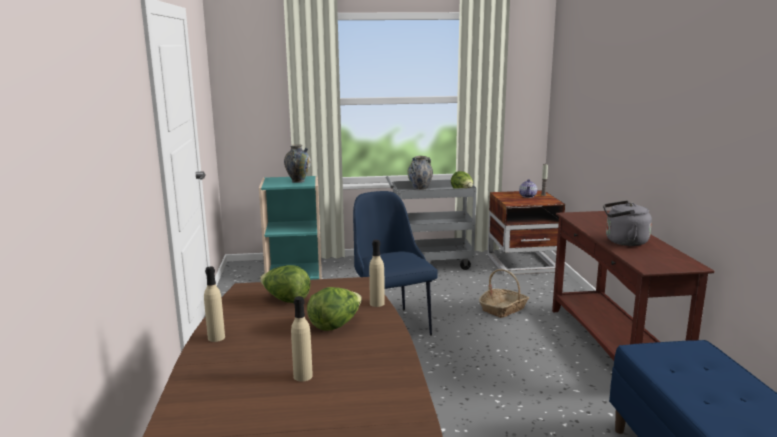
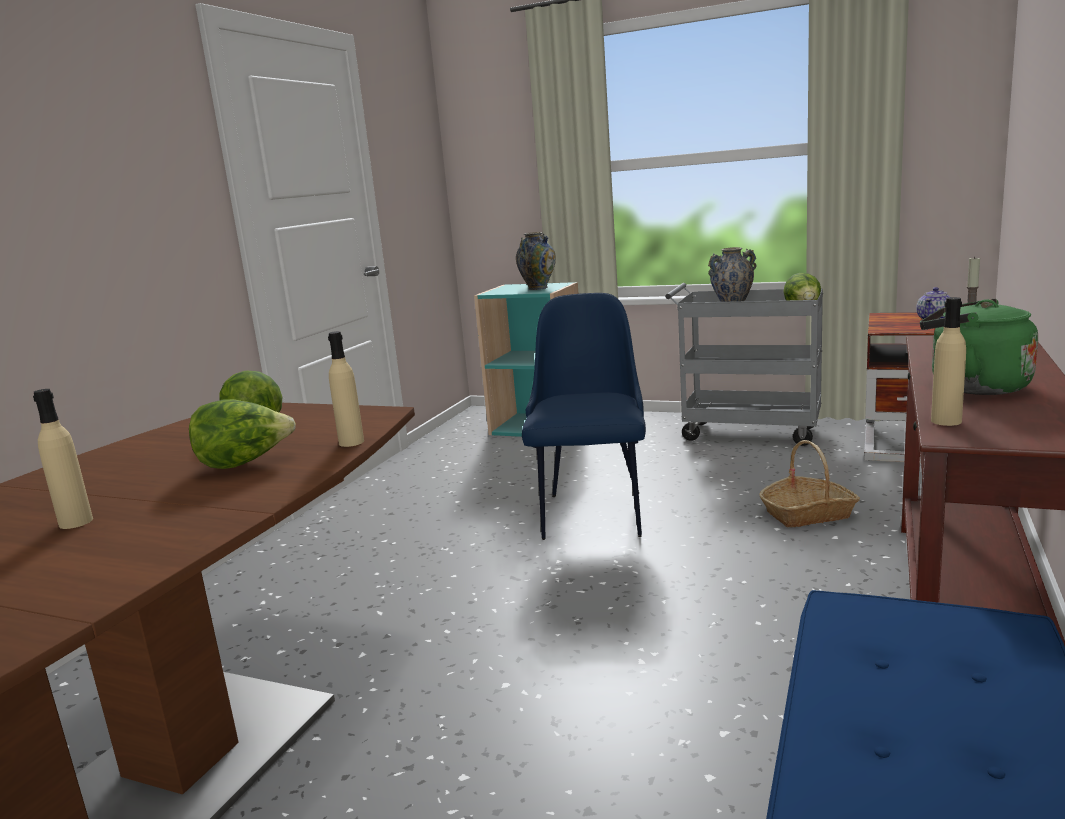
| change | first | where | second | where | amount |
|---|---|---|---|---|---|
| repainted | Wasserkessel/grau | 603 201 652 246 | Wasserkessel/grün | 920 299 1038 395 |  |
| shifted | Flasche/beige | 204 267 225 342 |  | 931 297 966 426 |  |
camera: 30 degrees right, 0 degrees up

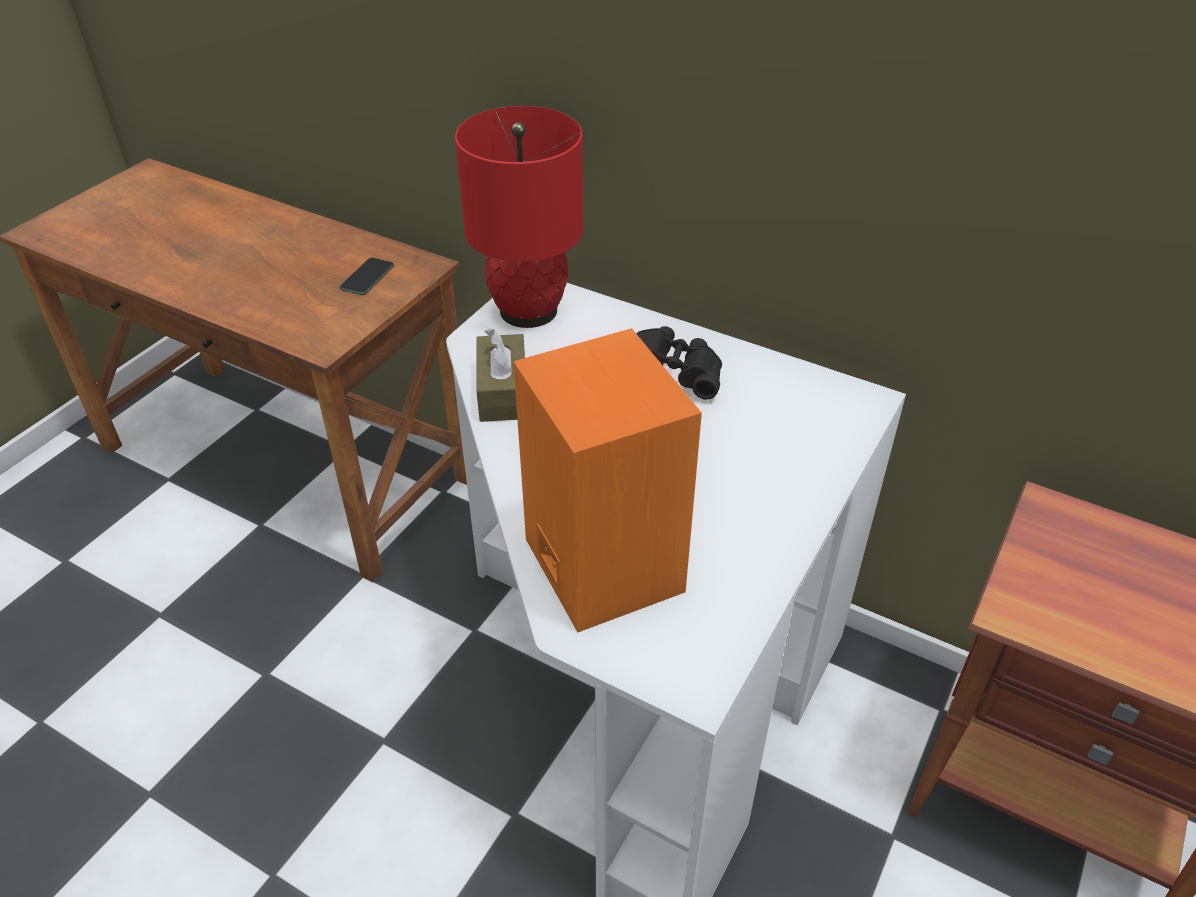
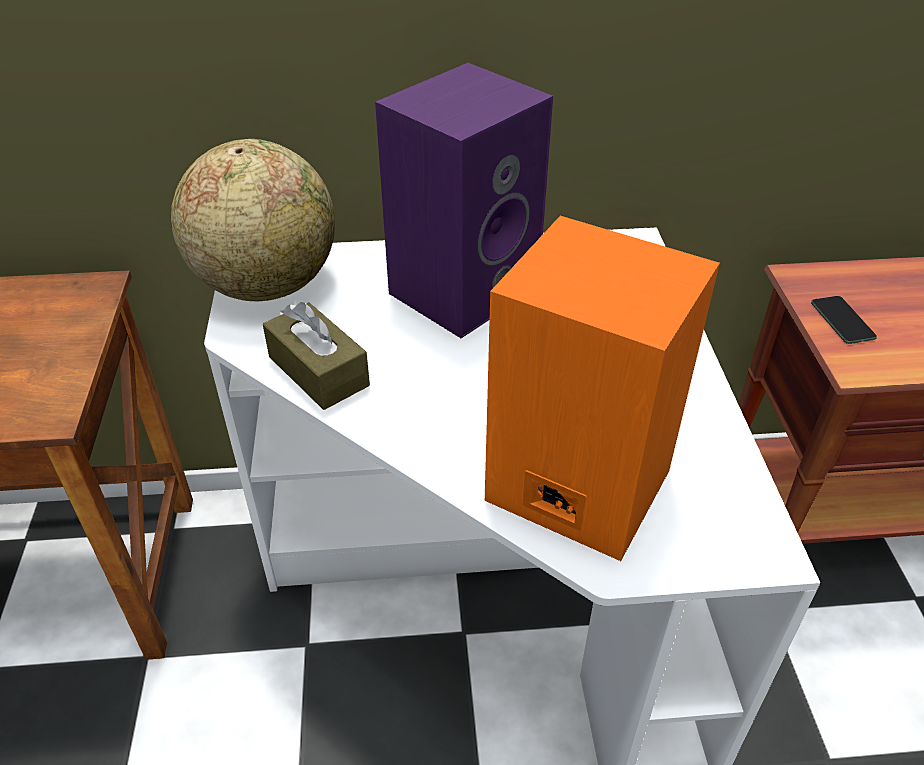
| change | first | where | second | where | amount |
|---|---|---|---|---|---|
| swapped | Tischlampe/rot | 455 106 584 328 | Globus | 171 139 335 301 |  |
| swapped | Fernglas/schwarz | 636 326 722 399 | Lautsprecher/lila | 375 63 553 338 |  |
| shifted | Handy | 339 258 394 295 |  | 811 296 877 344 |  |
camera: 35 degrees left, 0 degrees up

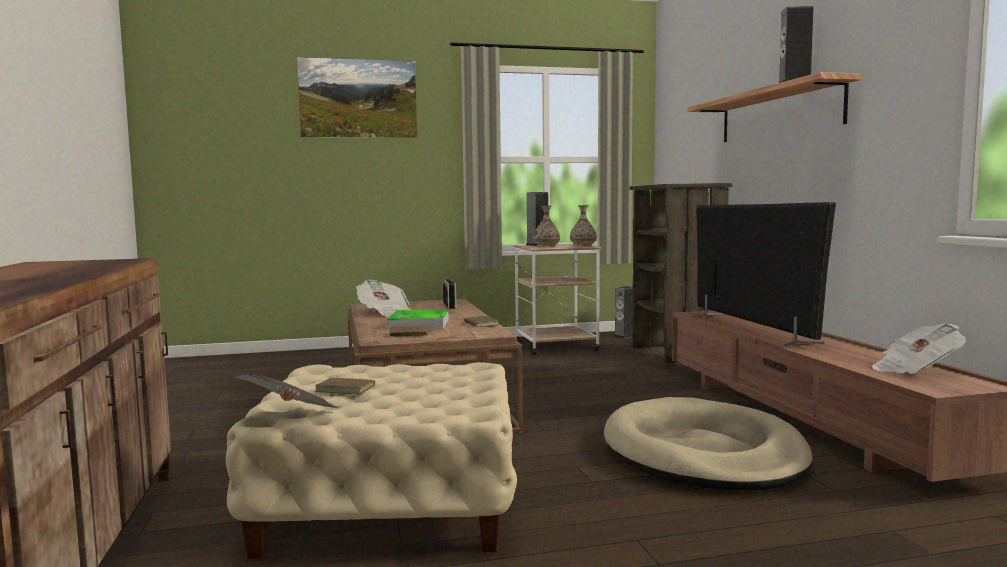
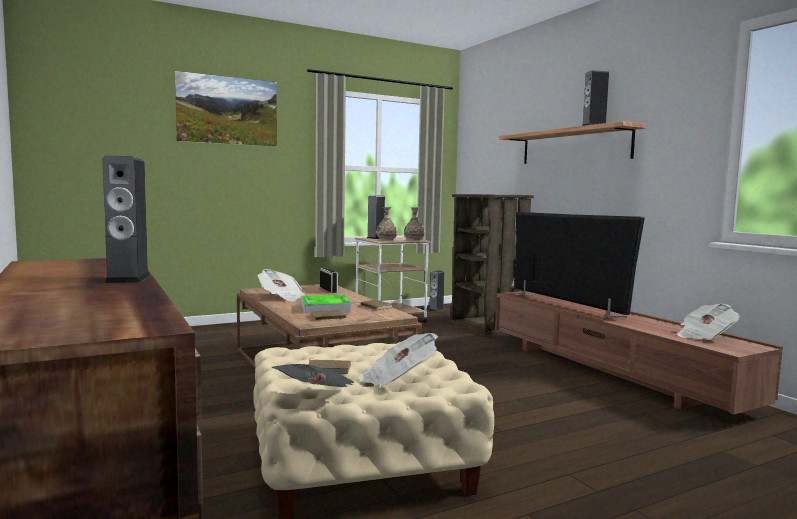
| change | first | where | second | where | amount |
|---|---|---|---|---|---|
| new |  |  | Lautsprecher | 103 155 151 283 |  |
| new |  |  | Zeitung | 359 333 438 386 |  |
| gone | Hundebett/beige | 604 397 813 491 |  |  |  |
camera: 15 degrees left, 0 degrees up

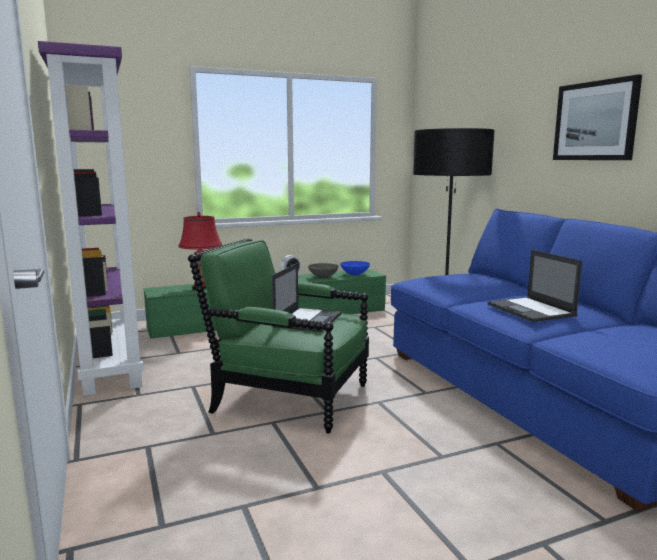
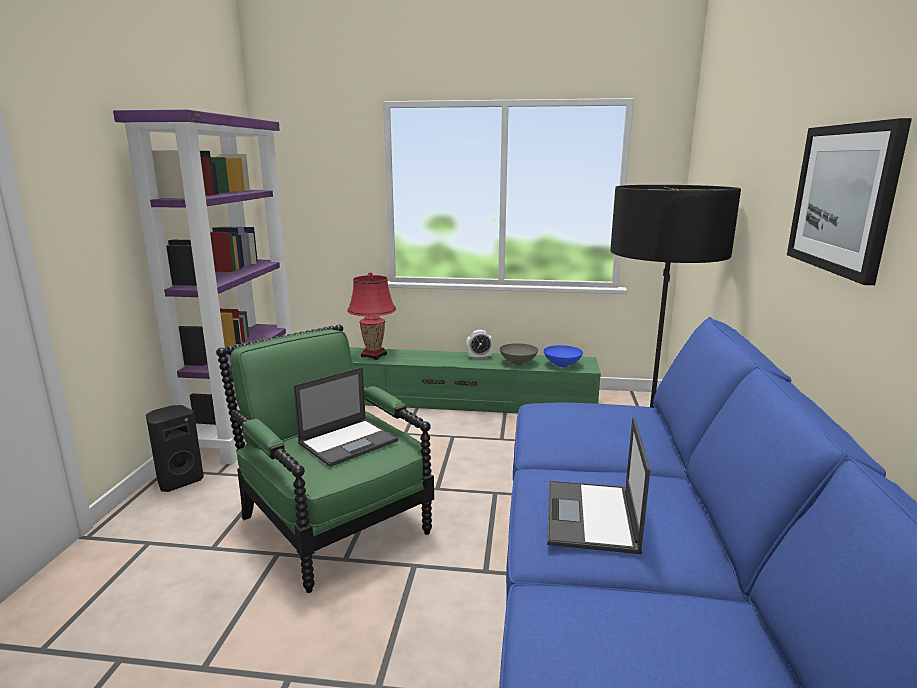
| change | first | where | second | where | amount |
|---|---|---|---|---|---|
| new |  |  | Lautsprecher/schwarz | 146 405 204 492 |  |
camera: 30 degrees right, 5 degrees up

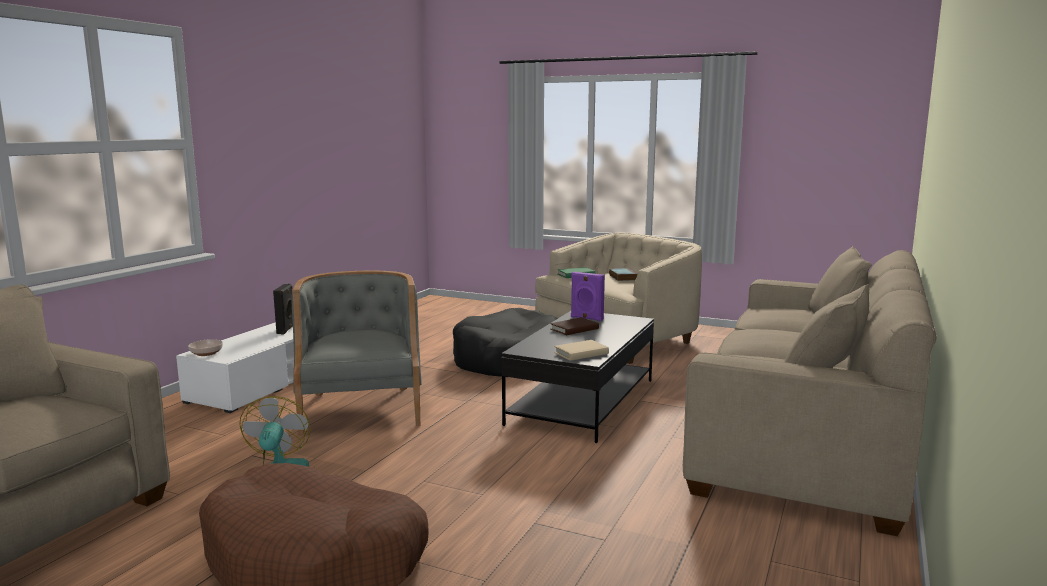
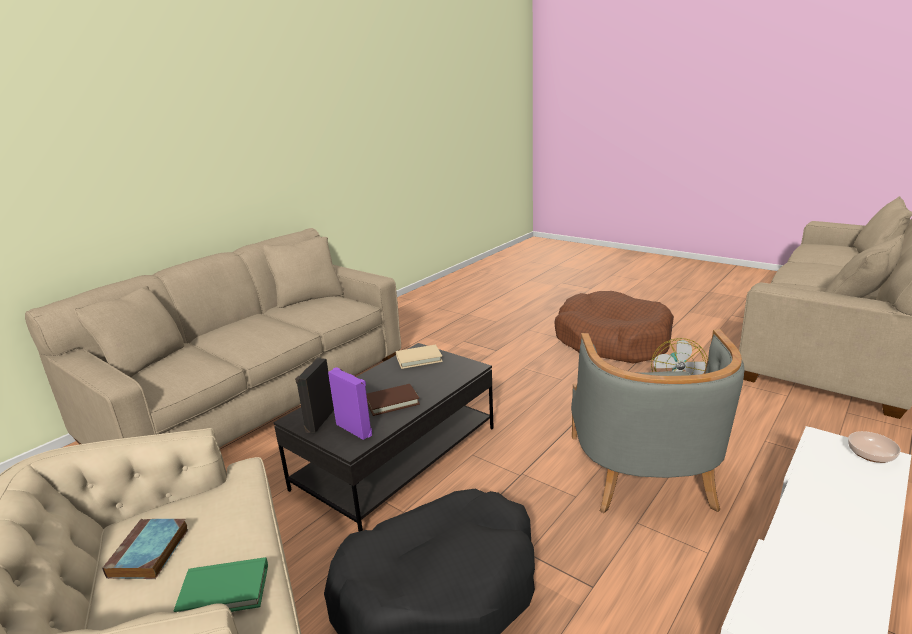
| change | first | where | second | where | amount |
|---|---|---|---|---|---|
| shifted | Lautsprecher/schwarz | 273 284 293 334 |  | 295 357 334 433 |  |
camera: 165 degrees left, 10 degrees up

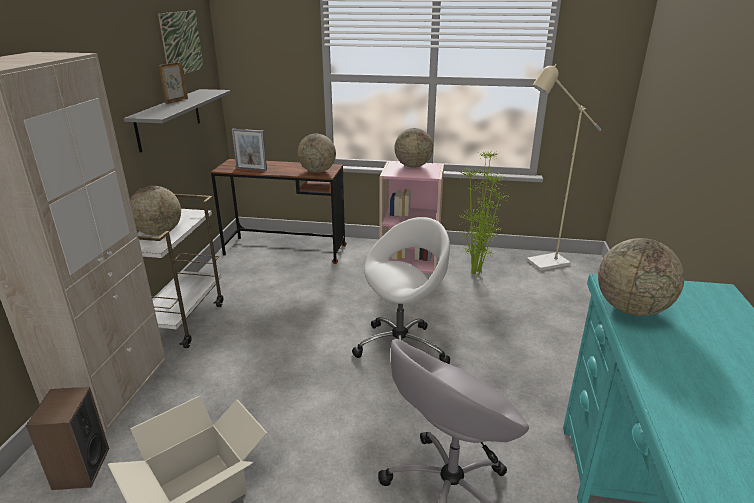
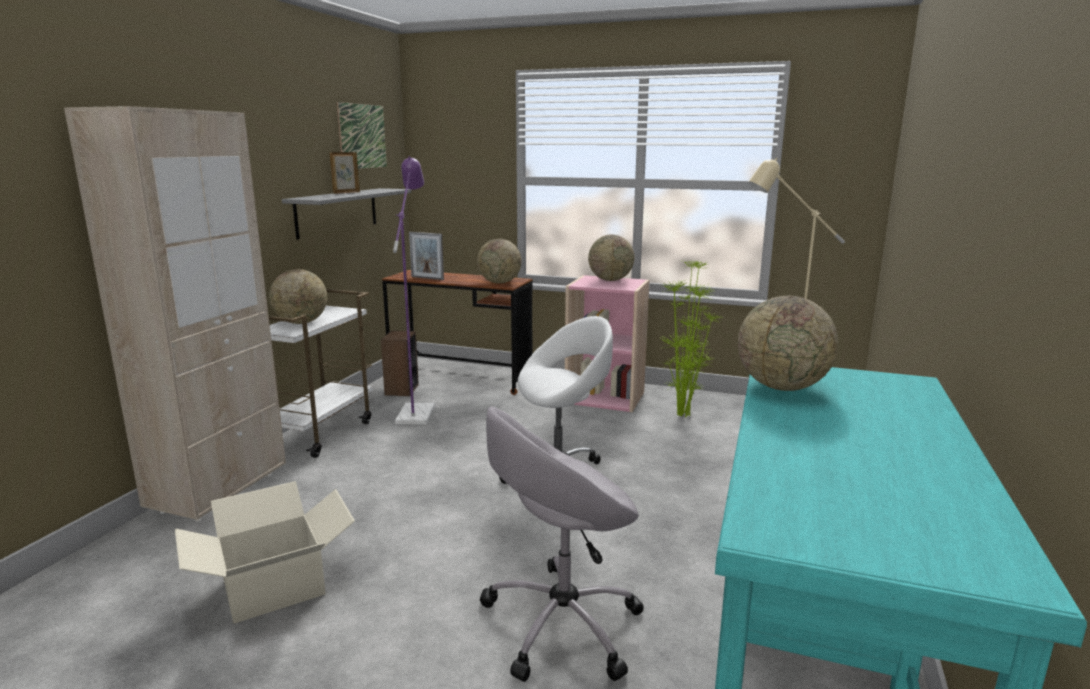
| change | first | where | second | where | amount |
|---|---|---|---|---|---|
| shifted | Lautsprecher | 26 387 109 490 |  | 381 331 419 396 |  |
| new |  |  | Stehlampe/lila | 393 156 435 424 |  |
camera: 10 degrees right, 10 degrees down

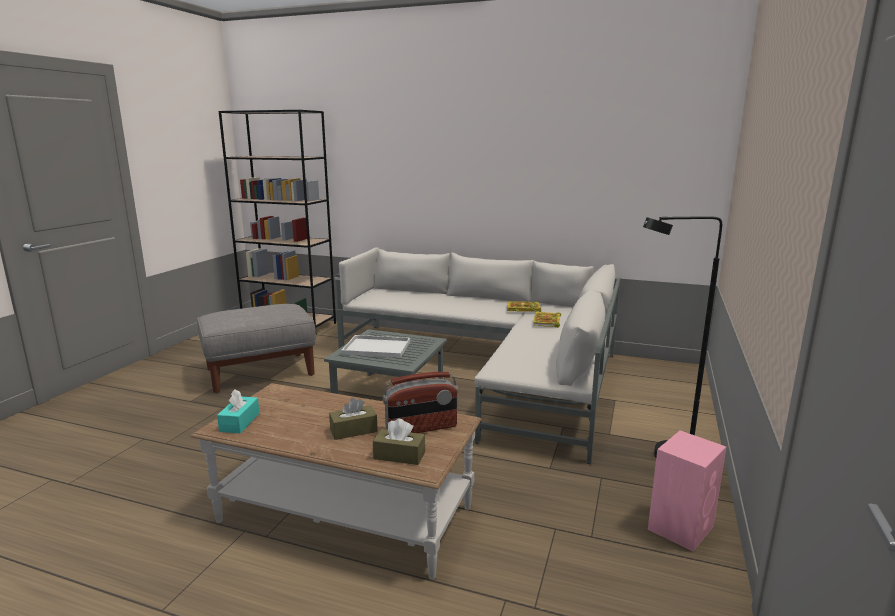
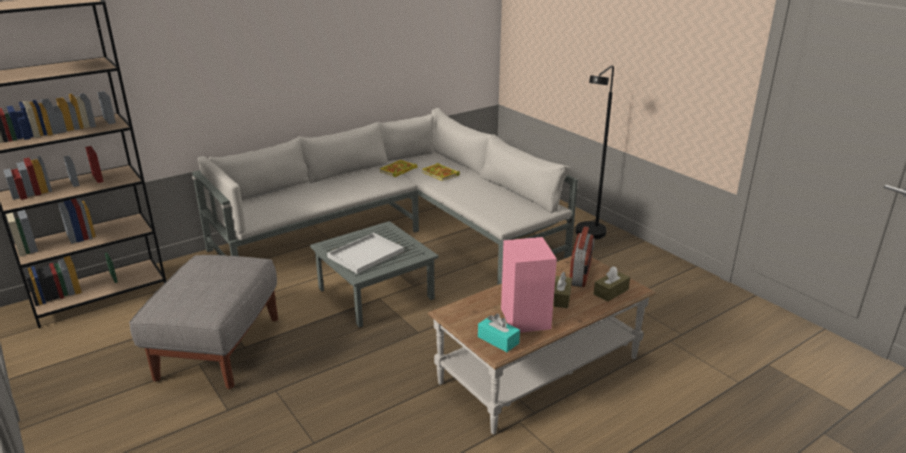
| change | first | where | second | where | amount |
|---|---|---|---|---|---|
| shifted | Lautsprecher/rosa | 648 430 726 551 |  | 501 237 557 333 |  |
camera: 55 degrees left, 10 degrees up

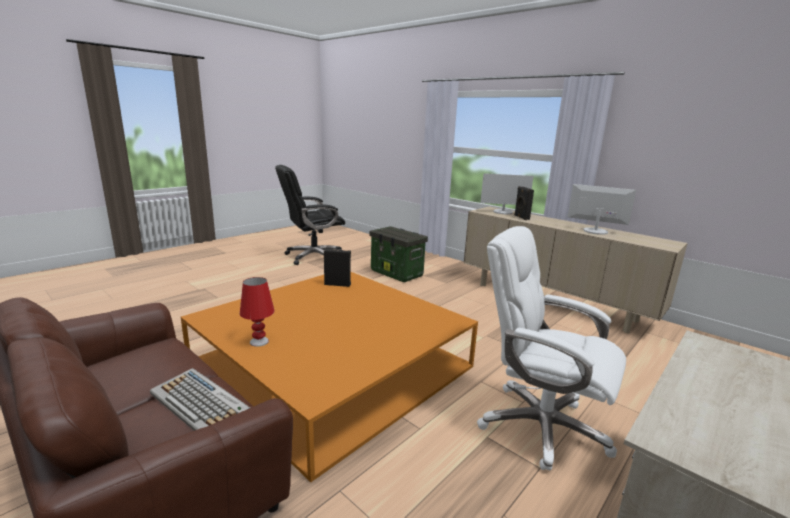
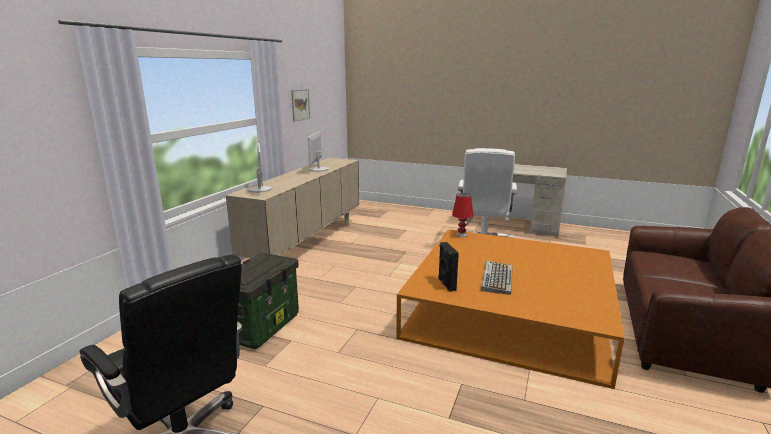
| change | first | where | second | where | amount |
|---|---|---|---|---|---|
| new |  |  | Bild | 291 89 310 122 |  |
| shifted | Tischlampe/rot | 240 277 274 347 |  | 452 193 473 237 |  |
| shifted | Tastatur | 150 368 250 431 |  | 481 261 513 295 |  |
| gone | Lautsprecher/schwarz | 514 186 534 220 |  |  |  |
camera: 110 degrees left, 0 degrees up

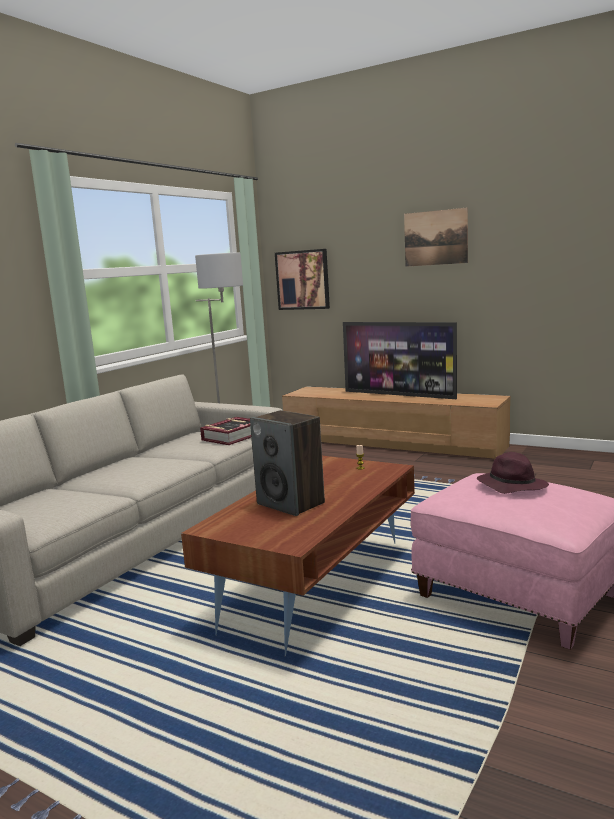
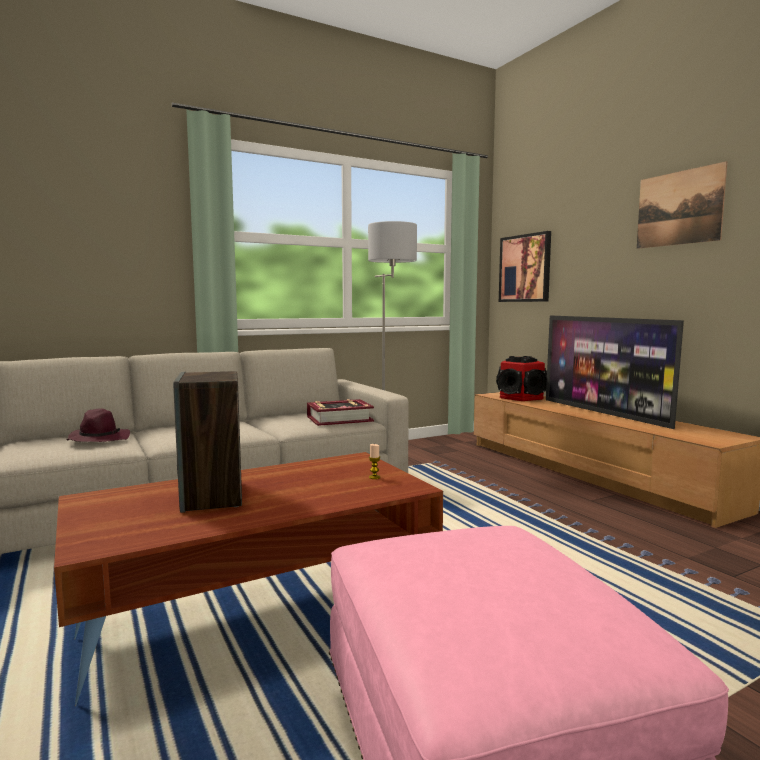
| change | first | where | second | where | amount |
|---|---|---|---|---|---|
| shifted | Hut/lila | 477 452 549 494 |  | 66 408 130 442 |  |
| new |  |  | Lautsprecher | 496 356 547 401 |  |
camera: 30 degrees right, 5 degrees down

